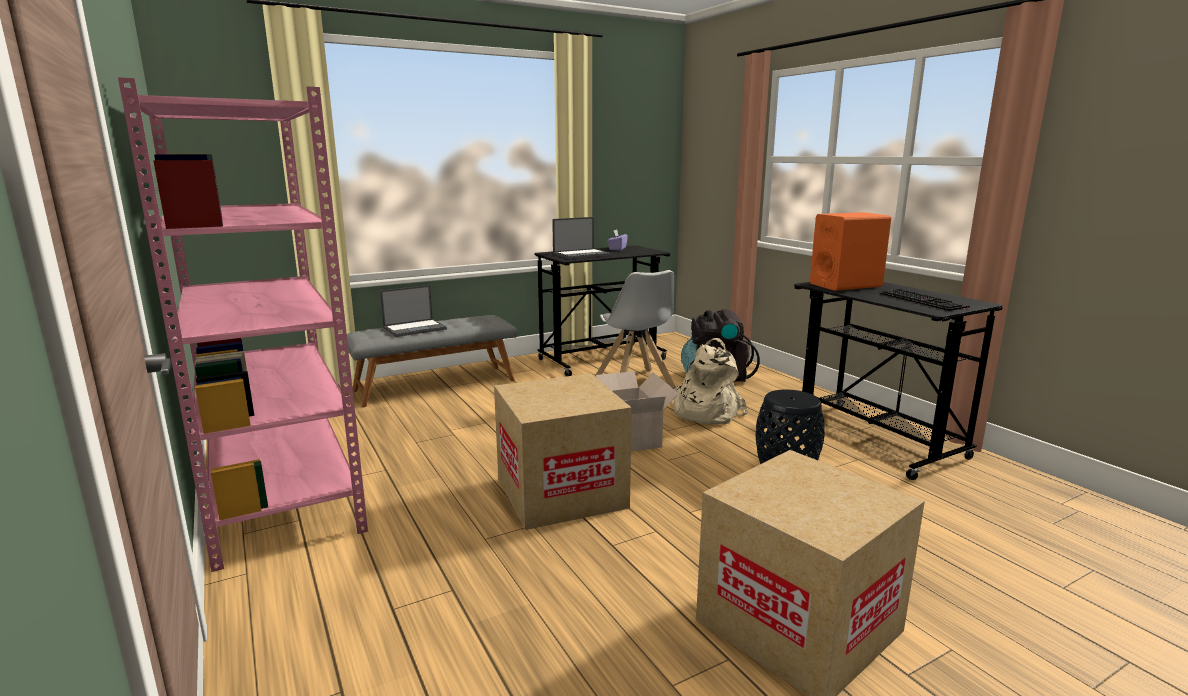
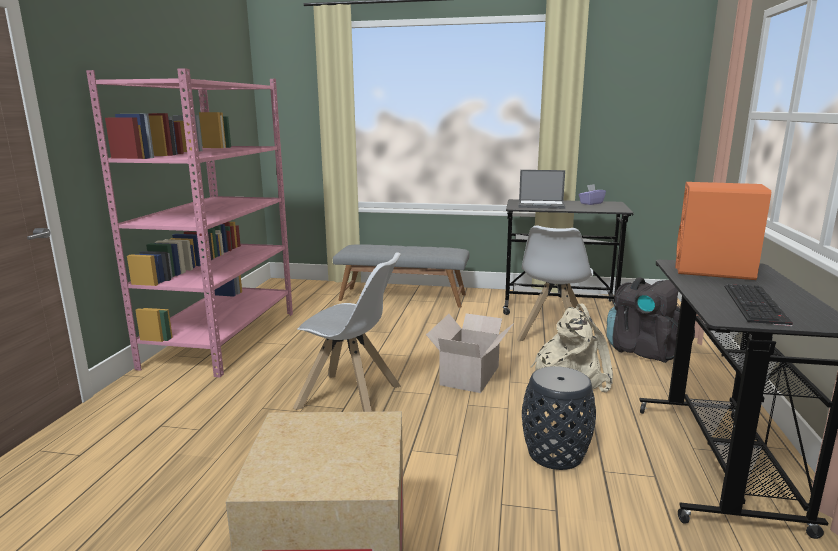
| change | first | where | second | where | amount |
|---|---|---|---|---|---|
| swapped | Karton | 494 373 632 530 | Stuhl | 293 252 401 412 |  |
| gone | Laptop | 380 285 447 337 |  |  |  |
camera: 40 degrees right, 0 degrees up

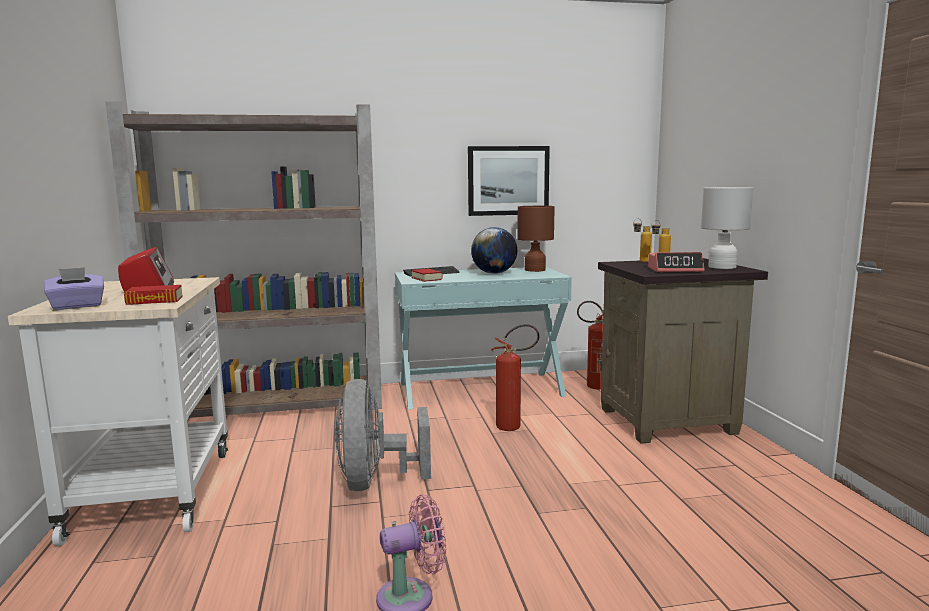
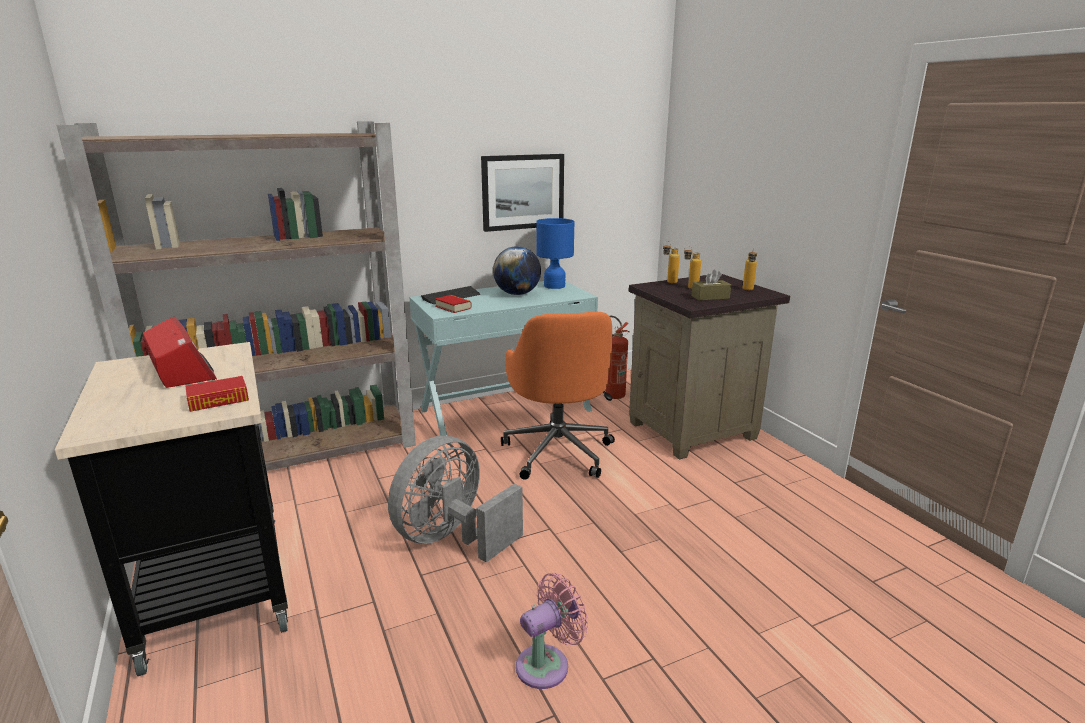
| change | first | where | second | where | amount |
|---|---|---|---|---|---|
| repainted | Rollwagen/weiß | 8 277 228 546 | Rollwagen/schwarz | 55 342 288 676 |  |
| rotated | Ventilator/grau | 334 379 431 491 |  | 388 436 523 562 | 60 degrees clockwise |
| swapped | Feuerlöscher | 491 324 540 431 | Bürostuhl/orange | 501 312 615 480 |  |
| repainted | Tischlampe/braun | 517 206 555 272 | Tischlampe/blau | 536 218 574 289 |  |
| swapped | Wecker | 648 252 704 272 | Taschentuchbox/braun | 691 270 731 301 |  |
| swapped | Tischlampe/grau | 701 187 753 269 | Flasche | 743 248 757 290 |  |
| gone | Taschentuchbox/lila | 44 267 104 310 |  |  |  |
camera: 15 degrees left, 10 degrees up

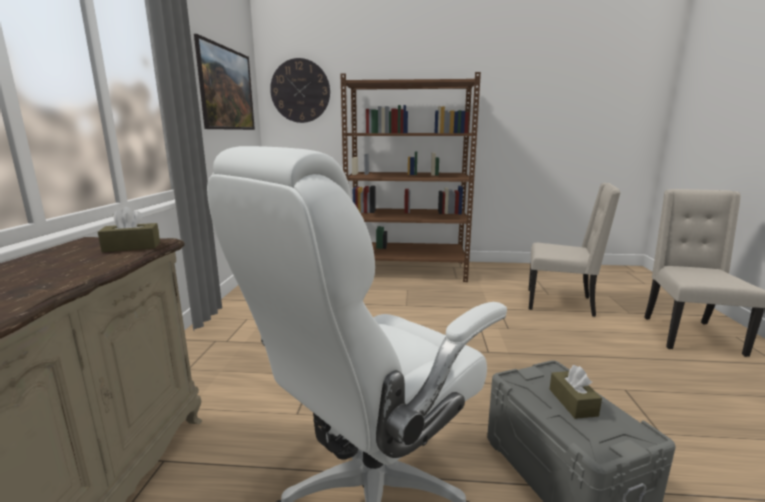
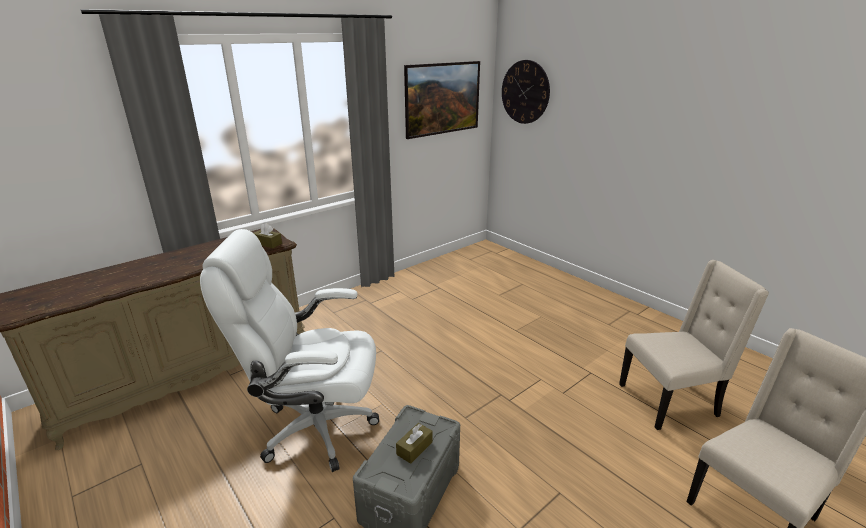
| change | first | where | second | where | amount |
|---|---|---|---|---|---|
| rotated | Stuhl/beige | 529 183 620 317 |  | 619 260 769 430 | 75 degrees counterclockwise |
| gone | Bücherregal/braun | 340 72 481 282 |  |  |  |
camera: 45 degrees right, 10 degrees up

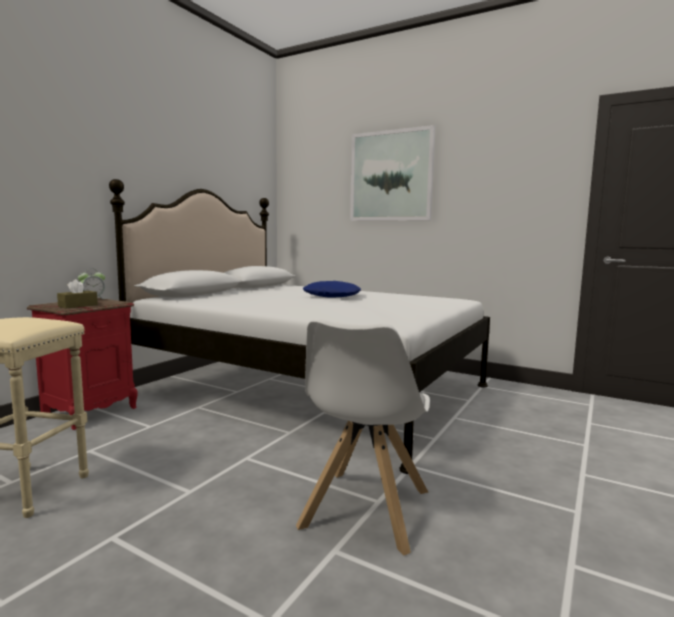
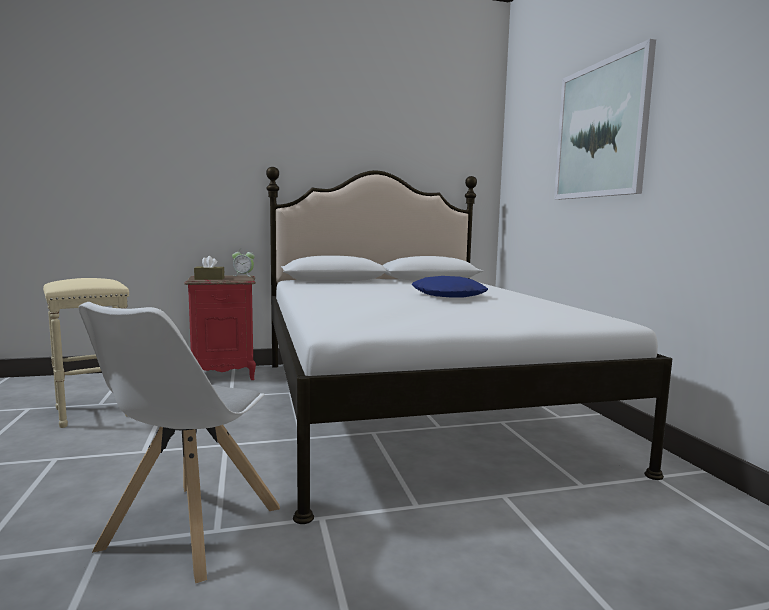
| change | first | where | second | where | amount |
|---|---|---|---|---|---|
| rotated | Stuhl | 296 318 430 555 |  | 79 302 280 583 | 45 degrees counterclockwise |
camera: 45 degrees right, 0 degrees up

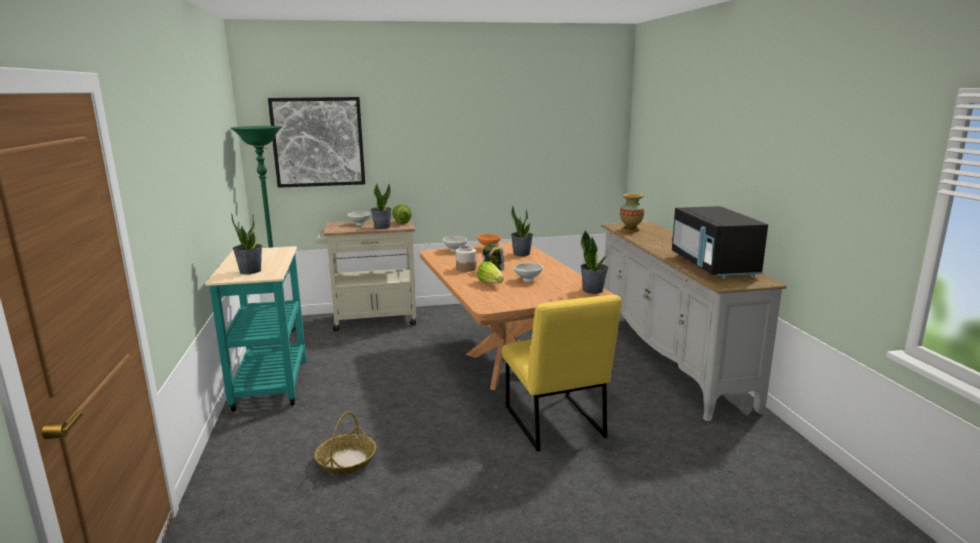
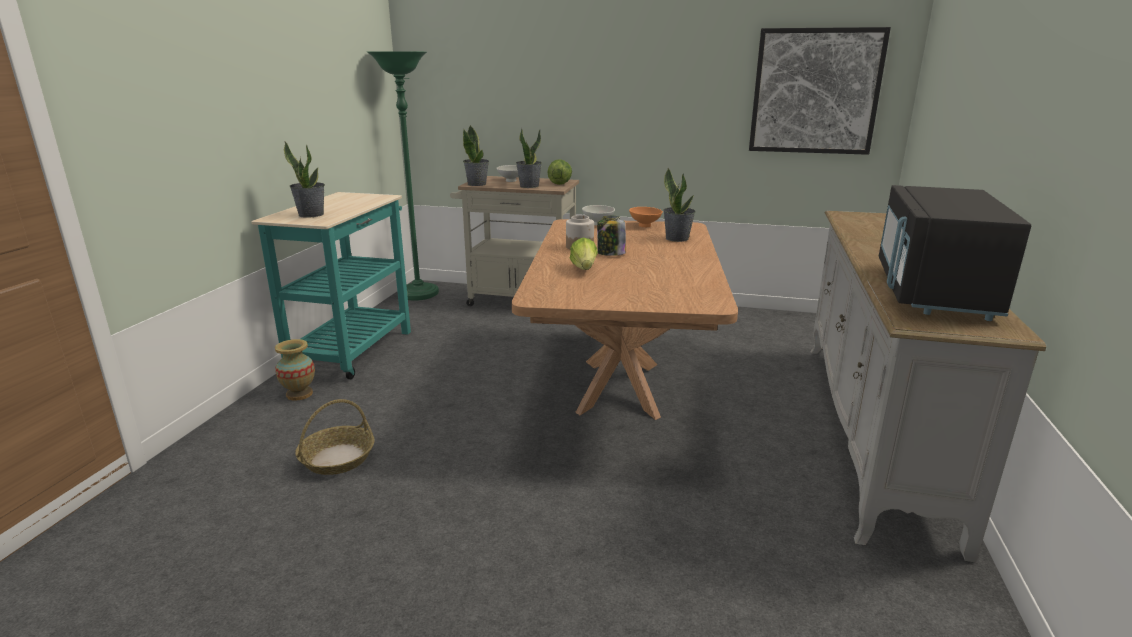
| change | first | where | second | where | amount |
|---|---|---|---|---|---|
| shifted | Vase | 620 193 644 232 |  | 275 339 315 401 |  |
| shifted | Topfpflanze | 580 231 608 294 |  | 463 125 489 186 |  |
| shifted | Bild | 268 97 365 188 |  | 749 27 891 155 |  |
| gone | Stuhl/gelb | 502 295 622 452 |  |  |  |
| gone | Schüssel/weiß | 514 263 543 282 |  |  |  |
camera: 25 degrees right, 5 degrees up

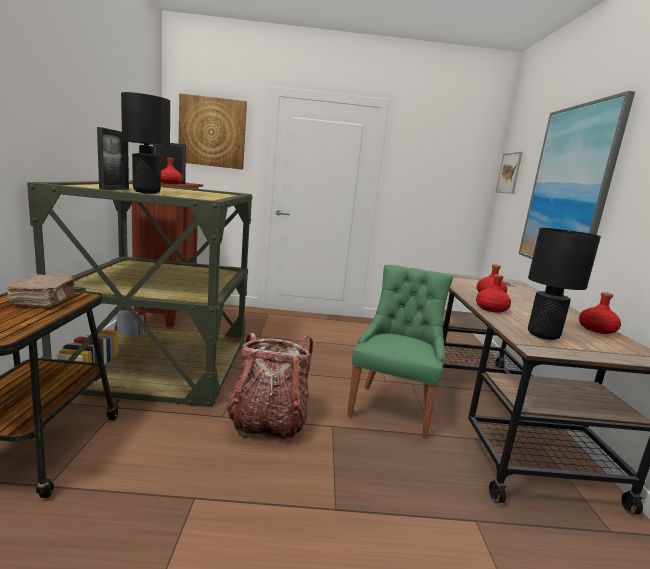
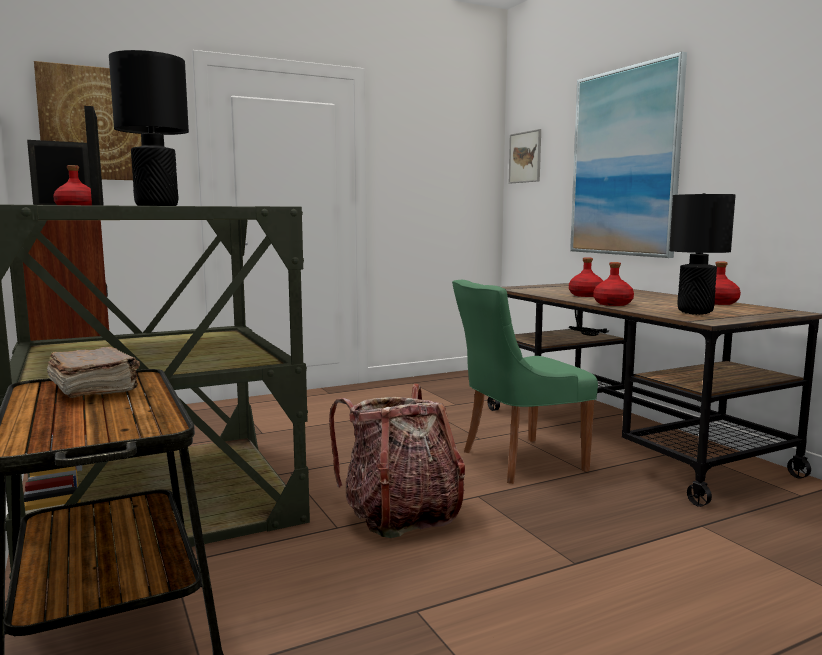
| change | first | where | second | where | amount |
|---|---|---|---|---|---|
| rotated | Stuhl/grün | 347 265 453 439 |  | 452 280 598 484 | 105 degrees counterclockwise |
camera: 25 degrees left, 5 degrees down

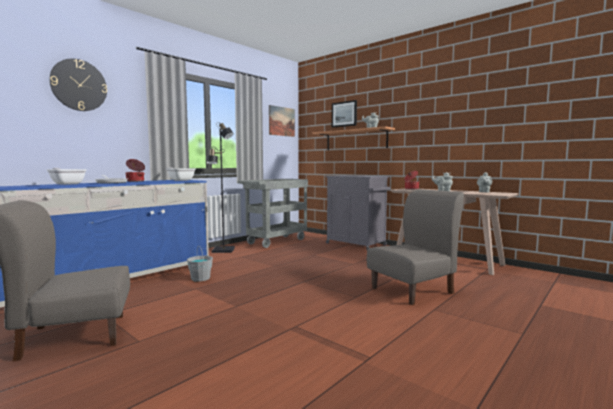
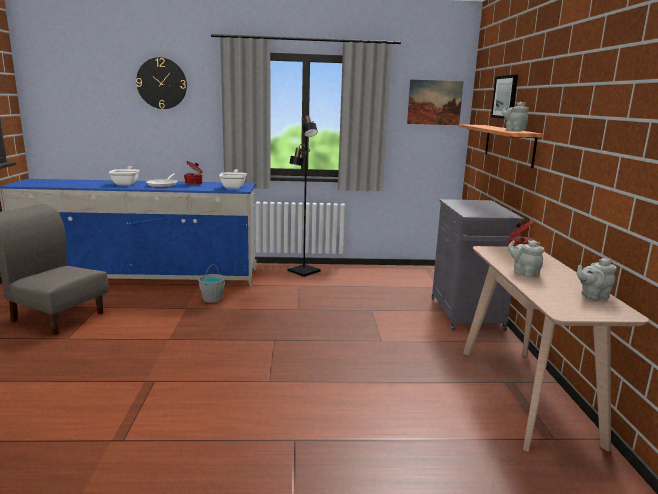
| change | first | where | second | where | amount |
|---|---|---|---|---|---|
| gone | Rollwagen/grau | 238 179 308 248 |  |  |  |
| gone | Stuhl/grau | 367 189 464 305 |  |  |  |
camera: 45 degrees right, 10 degrees up

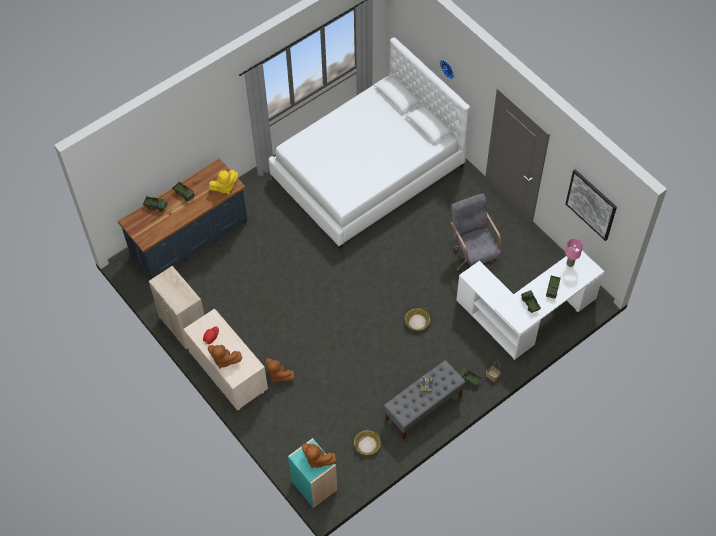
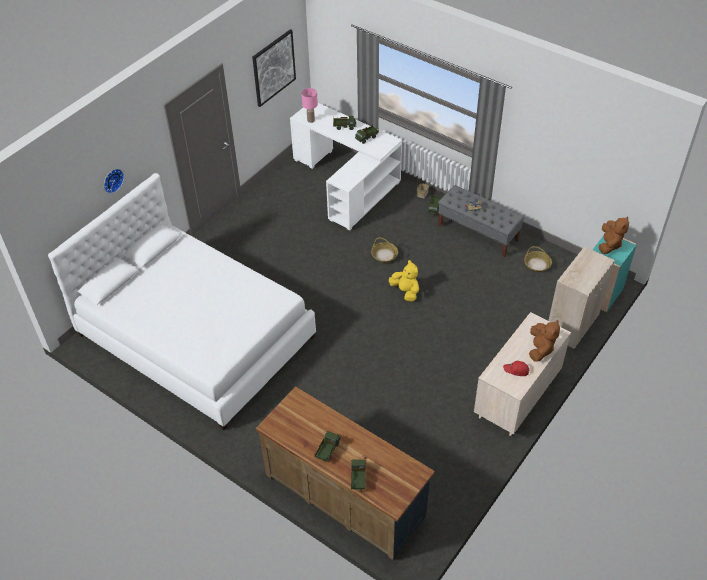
| change | first | where | second | where | amount |
|---|---|---|---|---|---|
| shifted | Plüschtier/gelb | 209 170 238 194 |  | 389 260 419 301 |  |
| shifted | Schrank/beige | 149 266 204 349 |  | 548 246 615 349 |  |
| gone | Plüschtier/braun | 265 358 295 382 |  |  |  |
| gone | Bürostuhl/grau | 451 194 501 272 |  |  |  |
camera: 105 degrees left, 10 degrees down

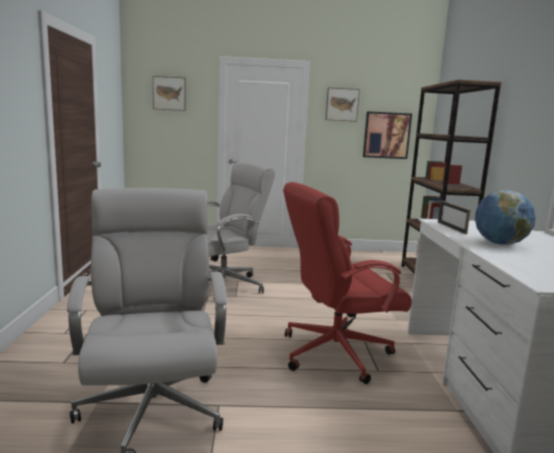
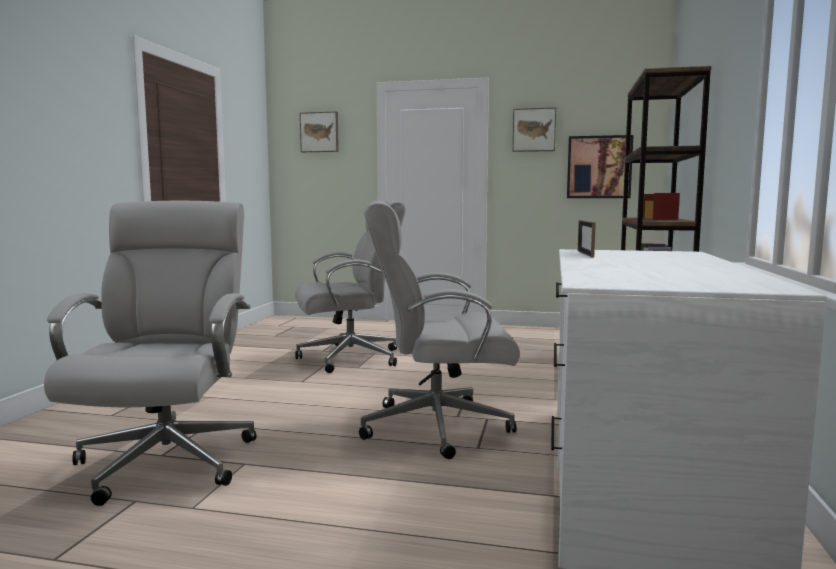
| change | first | where | second | where | amount |
|---|---|---|---|---|---|
| repainted | Bürostuhl/rot | 283 182 412 384 | Bürostuhl/grau | 359 201 520 459 |  |
| gone | Globus | 475 190 536 245 |  |  |  |
camera: 15 degrees right, 5 degrees down

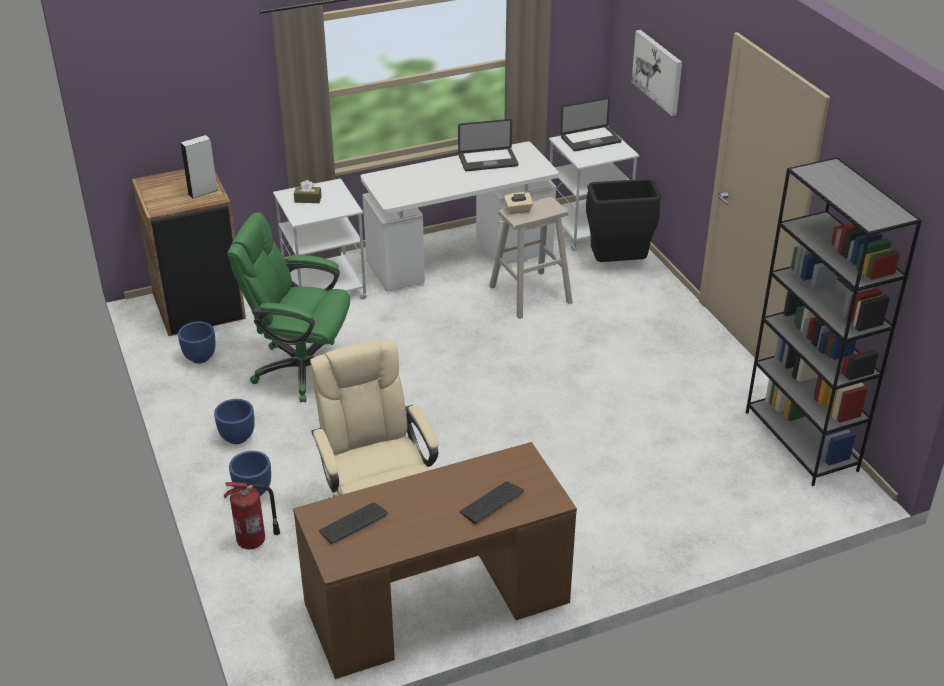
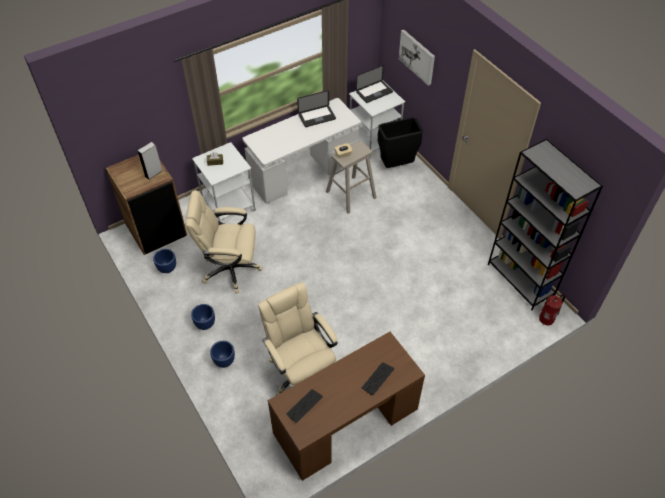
| change | first | where | second | where | amount |
|---|---|---|---|---|---|
| repainted | Bürostuhl/grün | 228 212 350 403 | Bürostuhl/beige | 185 190 263 294 |  |
| shifted | Feuerlöscher | 224 482 280 549 |  | 539 294 566 325 |  |
camera: 10 degrees left, 15 degrees up

